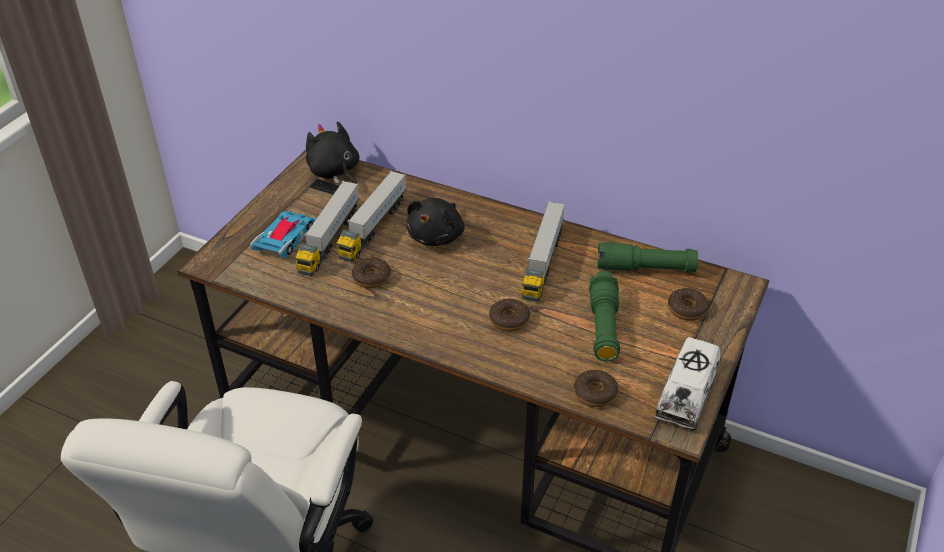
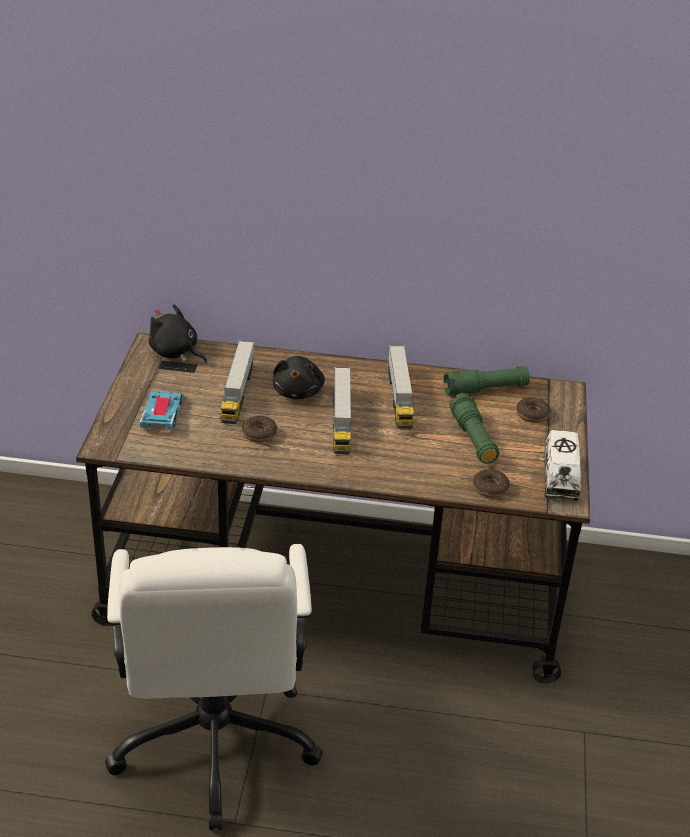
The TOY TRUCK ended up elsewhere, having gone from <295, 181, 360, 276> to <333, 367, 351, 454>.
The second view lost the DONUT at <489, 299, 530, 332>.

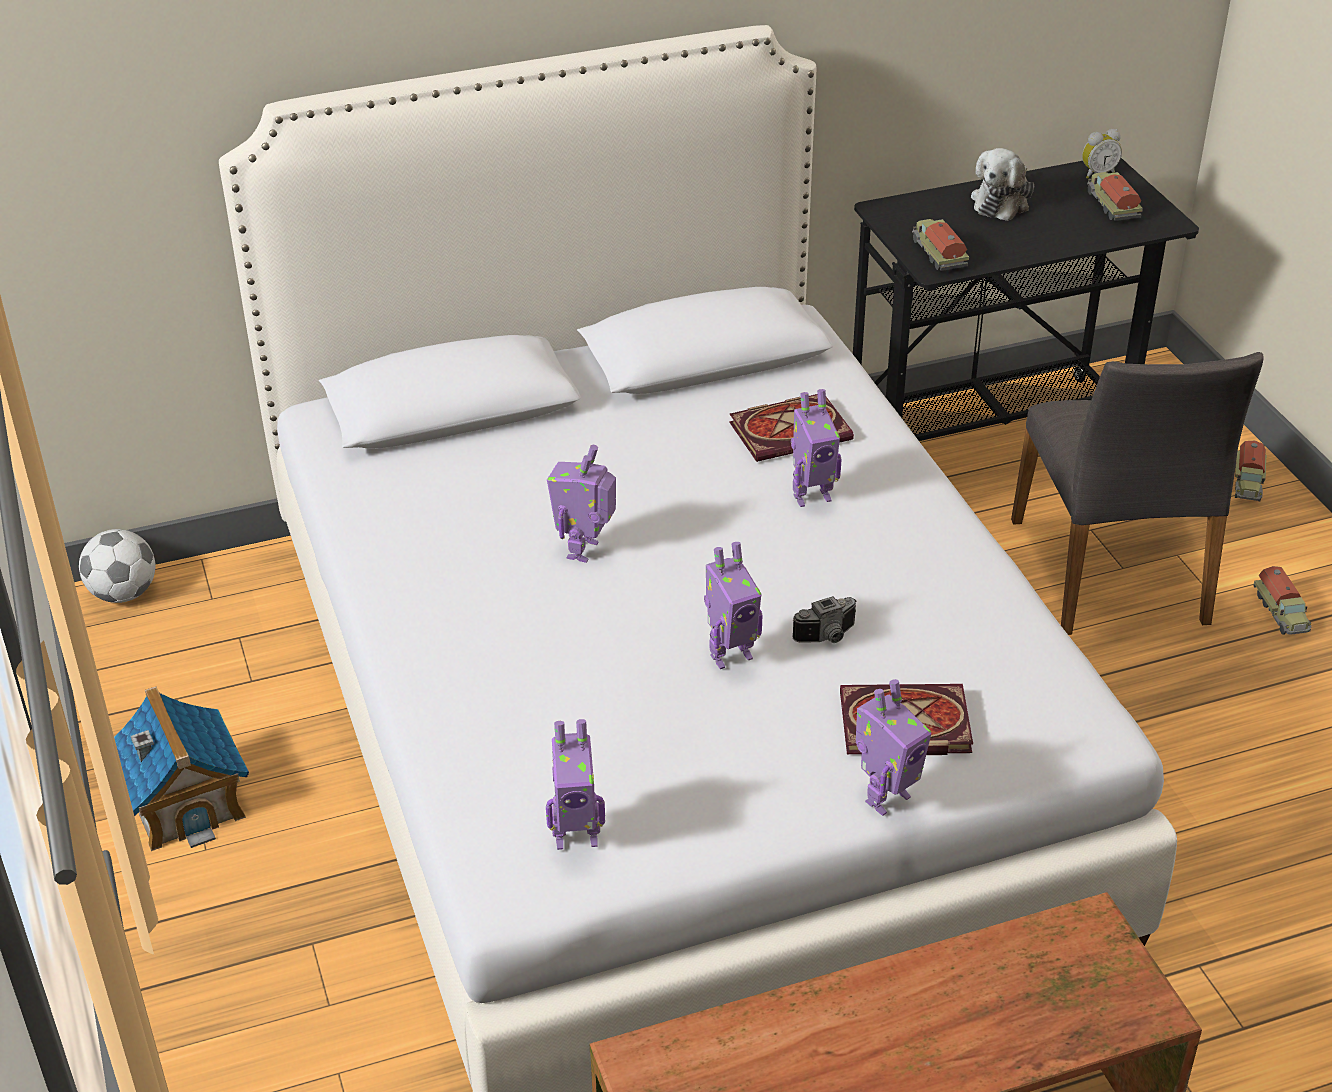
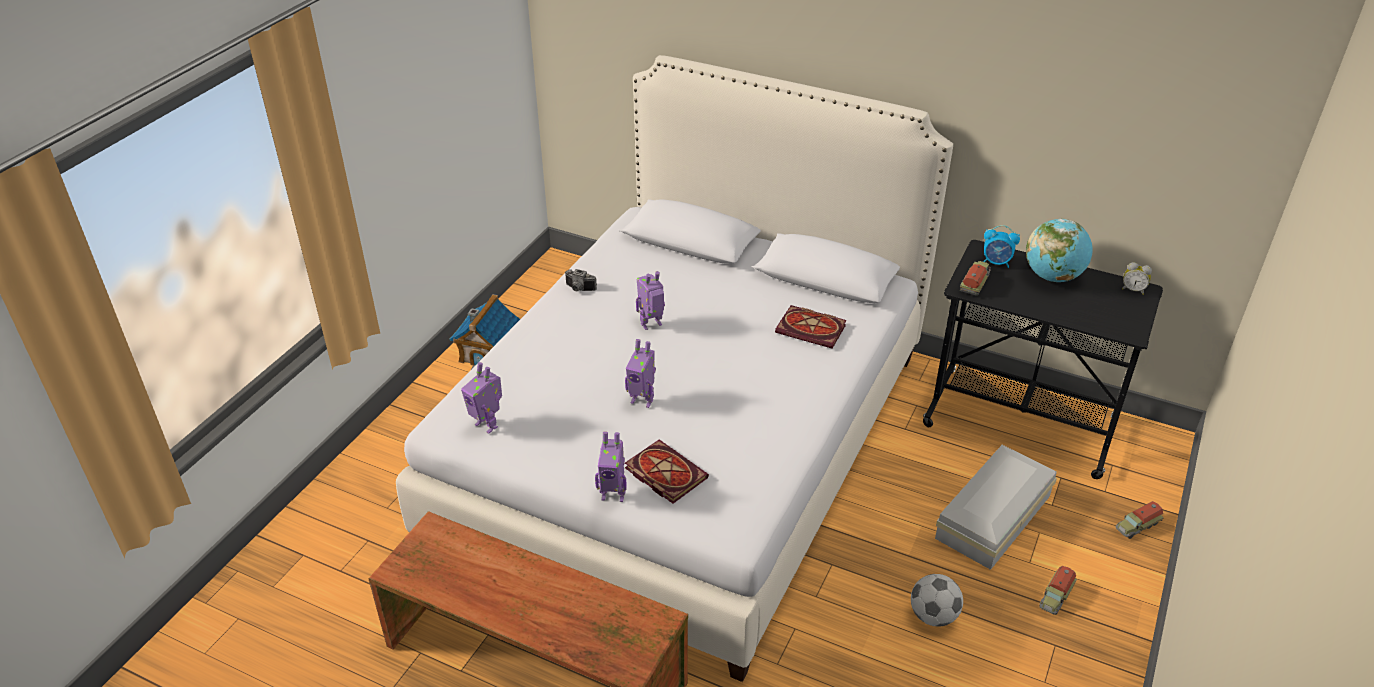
Where the PLUSH TOY stood at <971, 148, 1034, 221>, the GLOBE came to stand at <1026, 219, 1093, 282>.
The second view lost the TOY TRUCK at <1087, 172, 1143, 221>.
Where the GREY CHAIR stood at <1011, 352, 1264, 635>, the WHITE STORAGE BOX came to stand at <935, 445, 1057, 570>.
The second view lost the TOY ROBOT at <791, 389, 842, 507>.
The FOOTBALL ended up elsewhere, having gone from <79, 529, 156, 603> to <911, 574, 963, 627>.
The PHOTO CAMERA ended up elsewhere, having gone from <792, 596, 857, 643> to <565, 269, 597, 291>.
The second view gained the ALARM CLOCK at <983, 225, 1020, 268>.

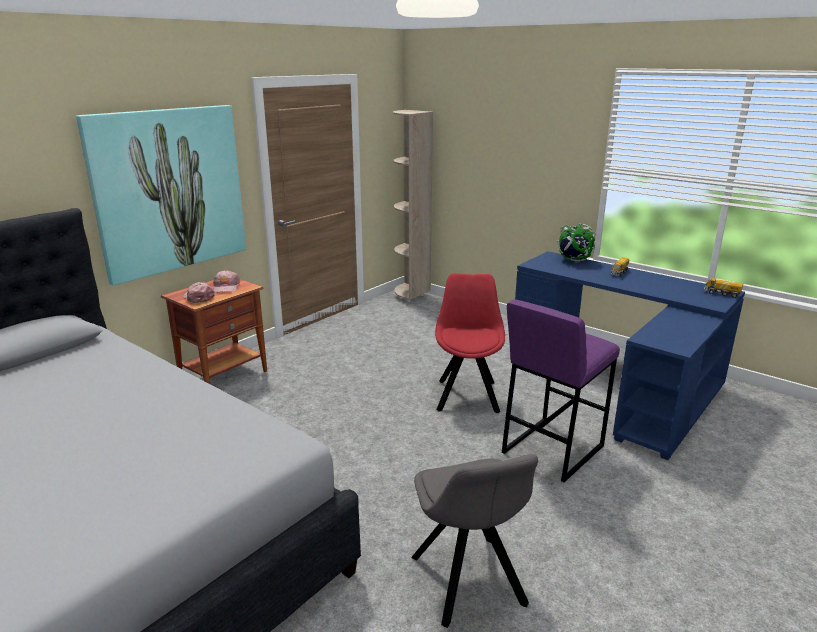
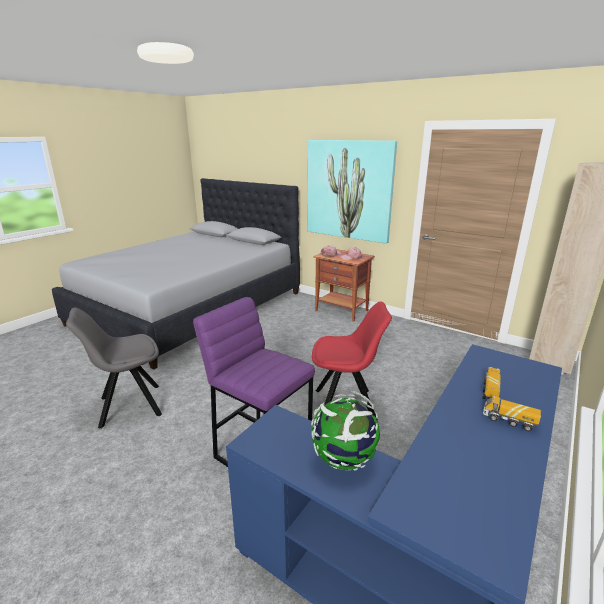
The GLOBE ended up elsewhere, having gone from <557, 224, 597, 262> to <311, 391, 380, 471>.
The TOY TRUCK ended up elsewhere, having gone from <704, 278, 743, 298> to <482, 367, 501, 399>.

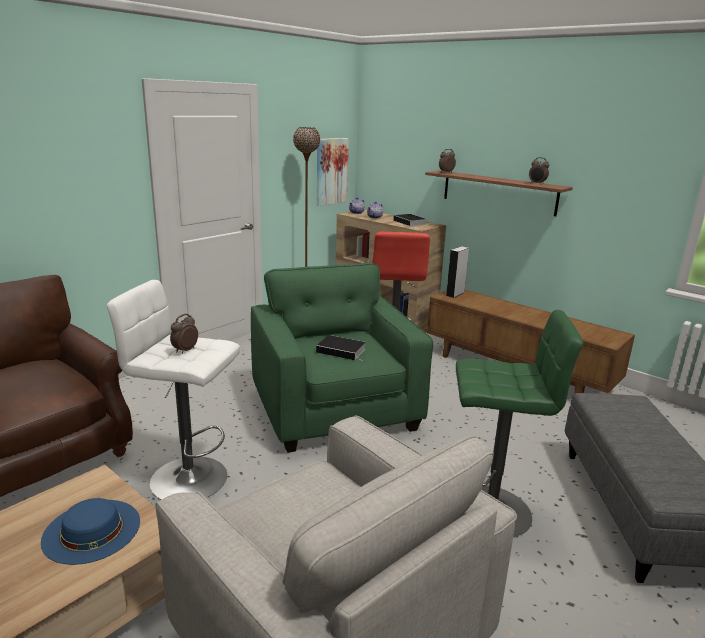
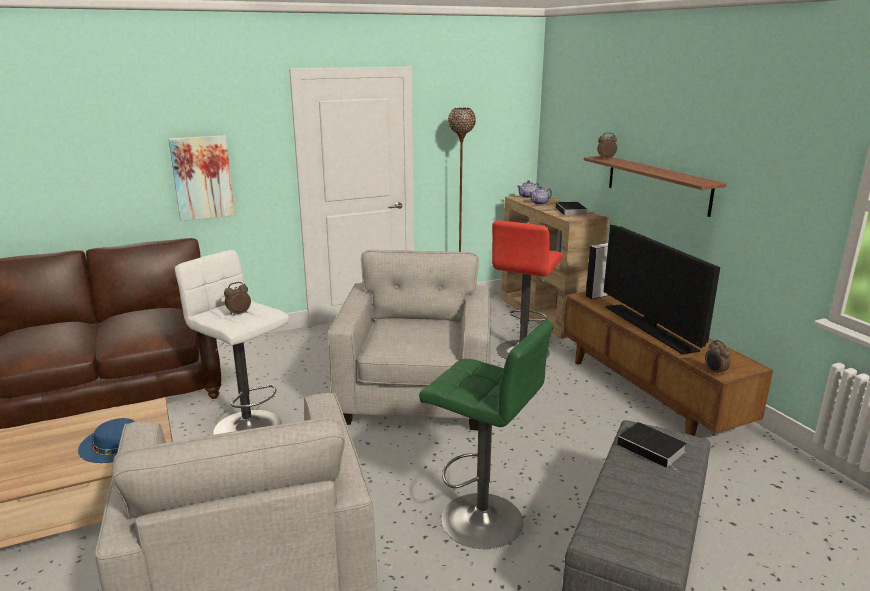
The PICTURE ended up elsewhere, having gone from <316, 138, 349, 206> to <169, 135, 235, 221>.
The ALARM CLOCK ended up elsewhere, having gone from <529, 157, 549, 185> to <705, 340, 731, 376>.
What was the GREEN ARMCHAIR at <251, 263, 433, 453> turned into the GREY ARMCHAIR at <328, 250, 491, 430>.
The BOOK ended up elsewhere, having gone from <316, 335, 366, 361> to <617, 422, 687, 471>.
The second view gained the TELEVISION at <604, 224, 720, 354>.

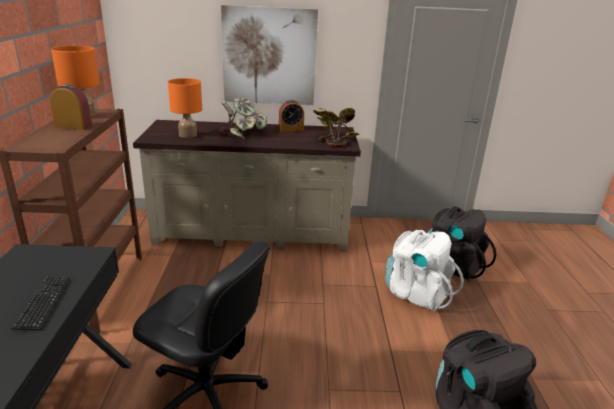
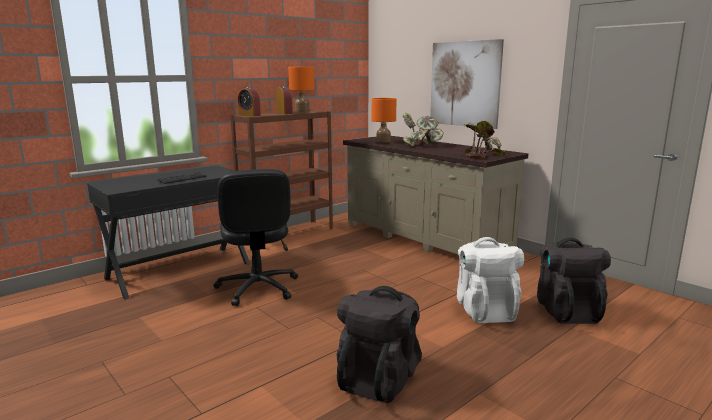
The ALARM CLOCK ended up elsewhere, having gone from <279, 100, 304, 132> to <238, 87, 261, 117>.

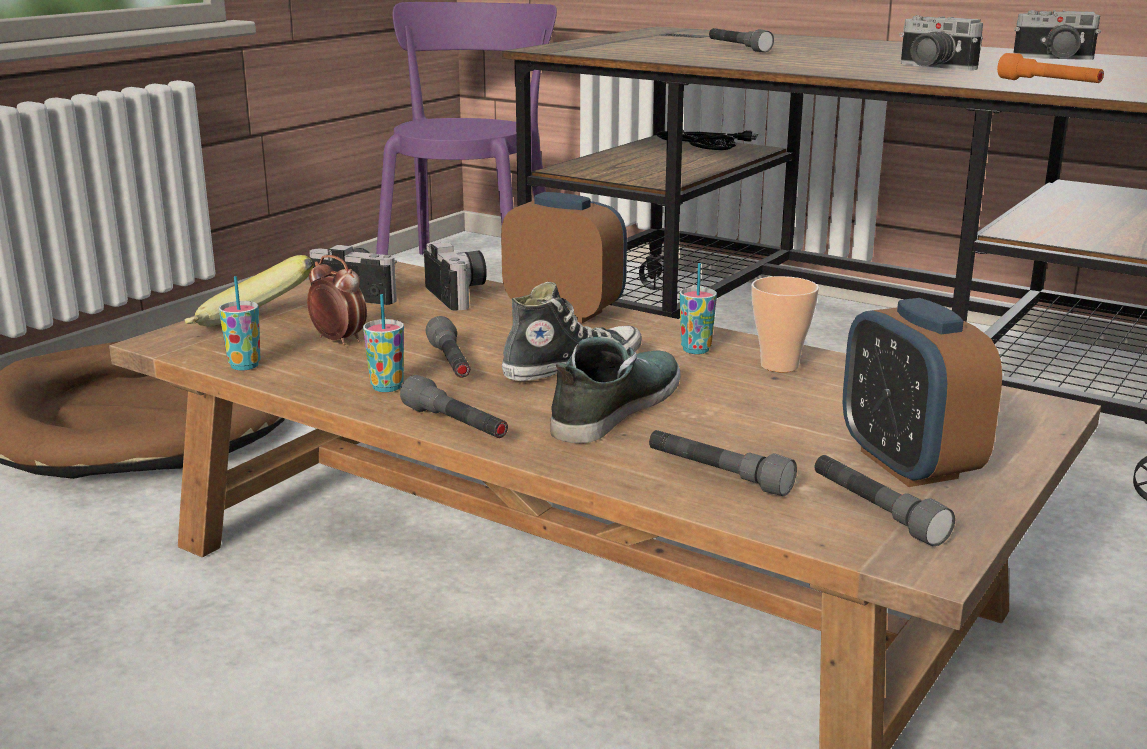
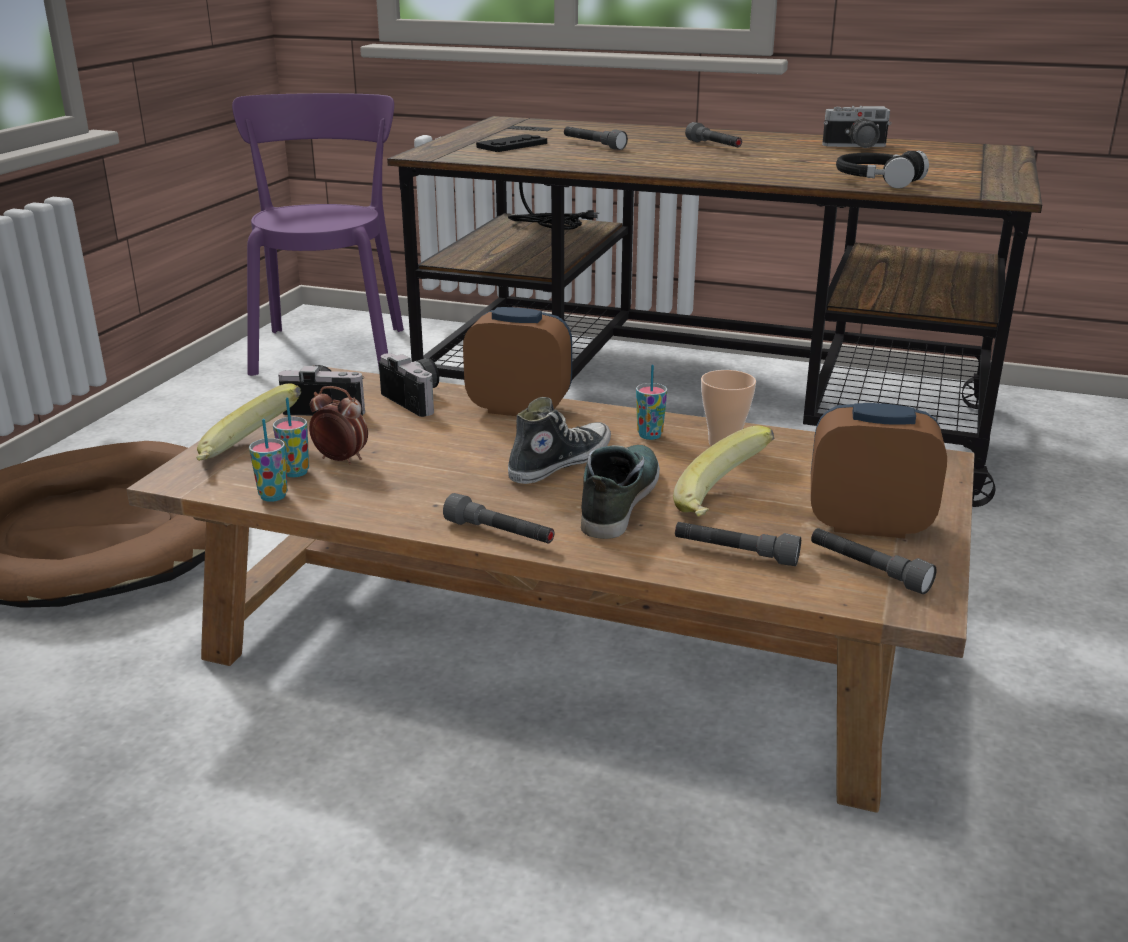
The second view lost the PHOTO CAMERA at <899, 15, 983, 70>.
Where the ORANGE FLASHLIGHT stood at <997, 53, 1104, 83>, the BLACK HEADPHONES came to stand at <836, 150, 929, 188>.
The CUP ended up elsewhere, having gone from <363, 294, 404, 392> to <273, 398, 309, 477>.
The ALARM CLOCK at <843, 298, 1002, 487> ended up facing another way, 135 degrees clockwise from before.
The GREY FLASHLIGHT ended up elsewhere, having gone from <426, 316, 470, 377> to <685, 122, 742, 147>.
The second view gained the BLACK GAME CONTROLLER at <476, 134, 547, 152>.
The second view gained the BANANA at <673, 426, 774, 517>.

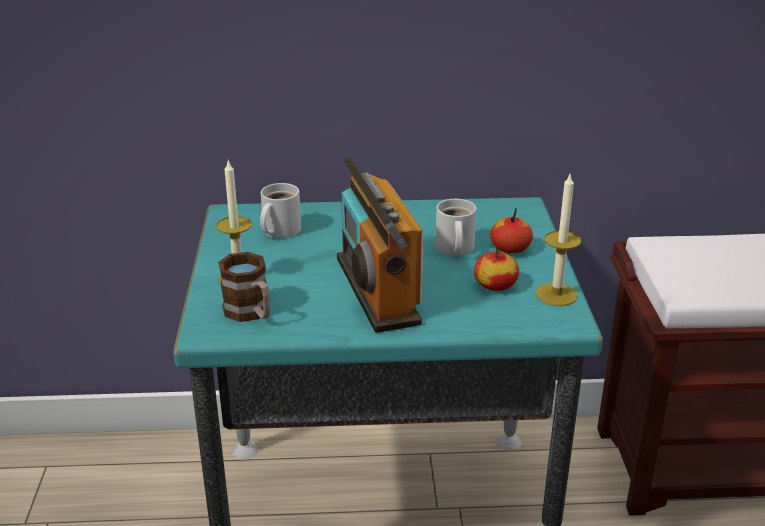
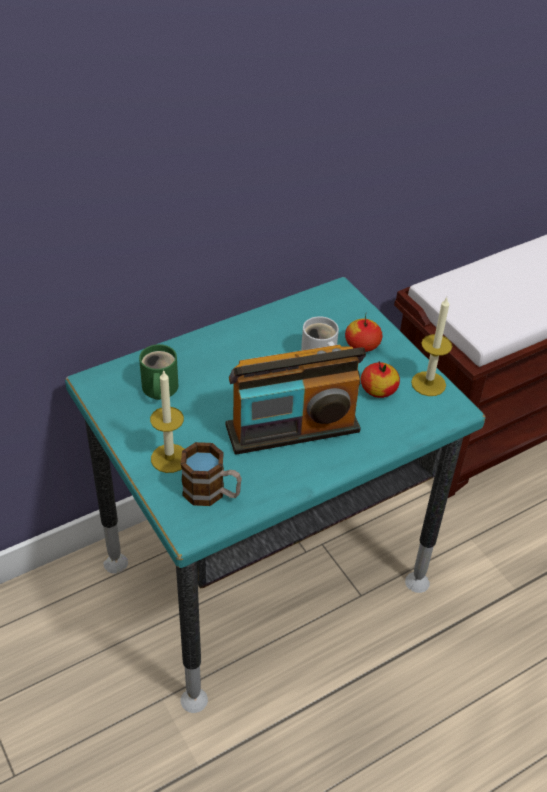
The RADIO at <337, 157, 424, 333> ended up facing another way, 60 degrees counterclockwise from before.
What was the WHITE MUG at <260, 183, 301, 238> turned into the GREEN MUG at <139, 344, 178, 400>.

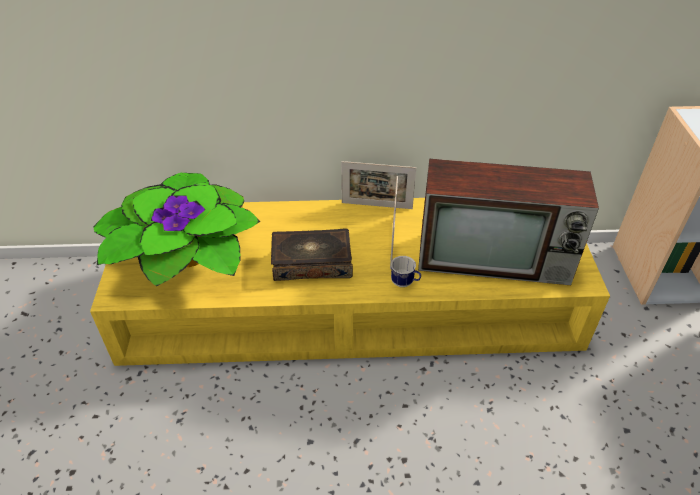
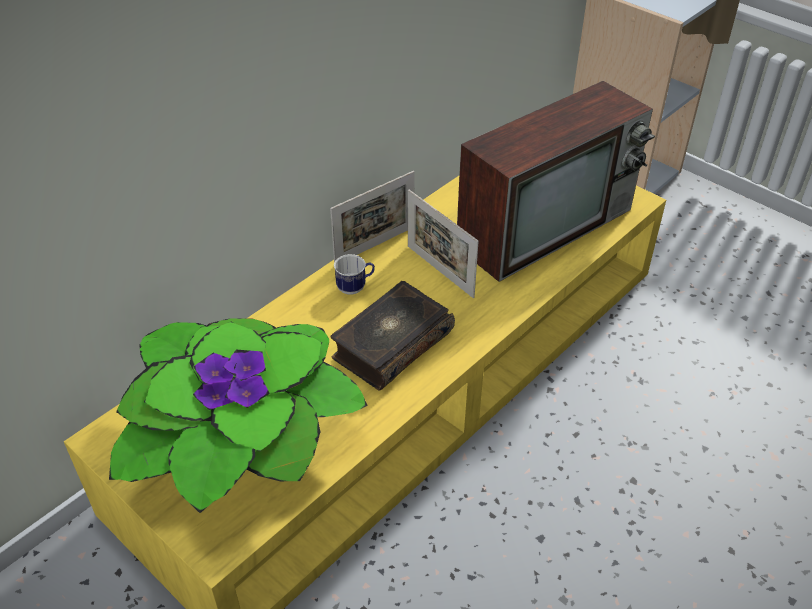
The MUG ended up elsewhere, having gone from <391, 256, 421, 287> to <334, 254, 375, 295>.

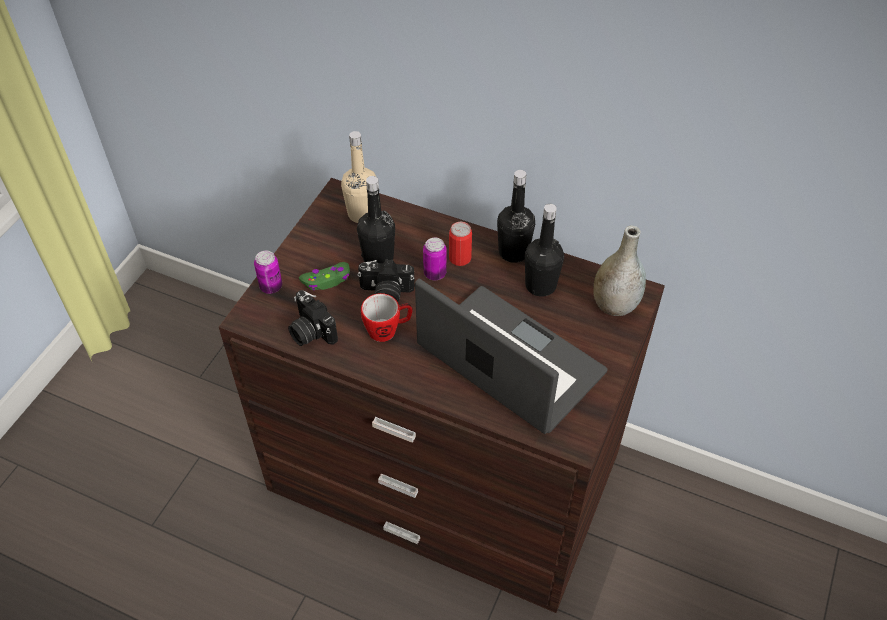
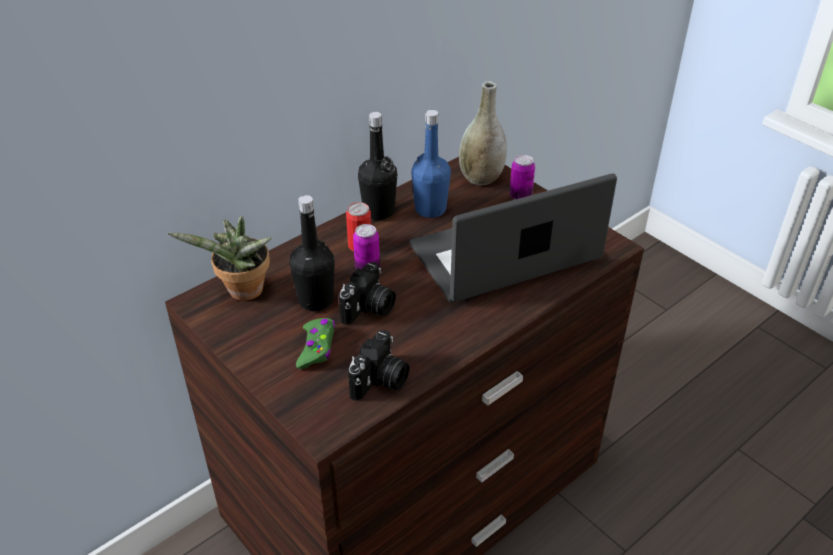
Where the BEIGE BOTTLE stood at <341, 131, 376, 223>, the POTTED PLANT came to stand at <167, 216, 272, 301>.
What was the BLACK BOTTLE at <525, 204, 564, 297> turned into the BLUE BOTTLE at <411, 110, 451, 218>.
The CAN ended up elsewhere, having gone from <254, 251, 282, 294> to <510, 155, 535, 200>.
The PHOTO CAMERA at <288, 290, 338, 346> ended up facing another way, 45 degrees counterclockwise from before.
The second view lost the MUG at <361, 293, 413, 342>.

